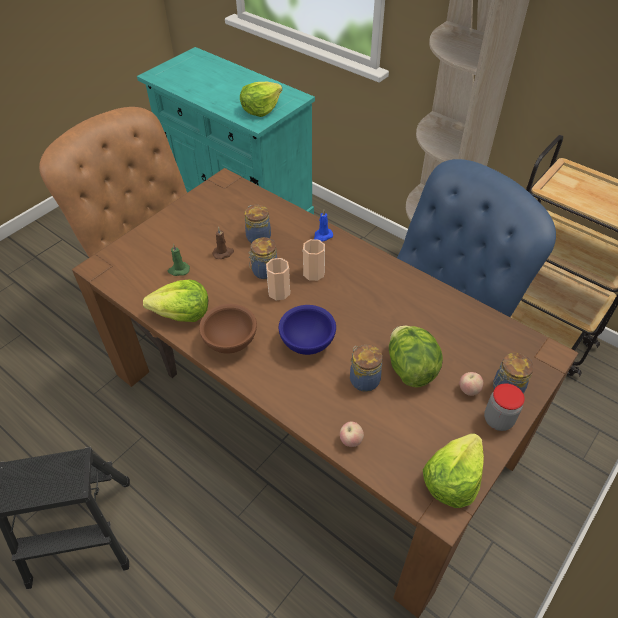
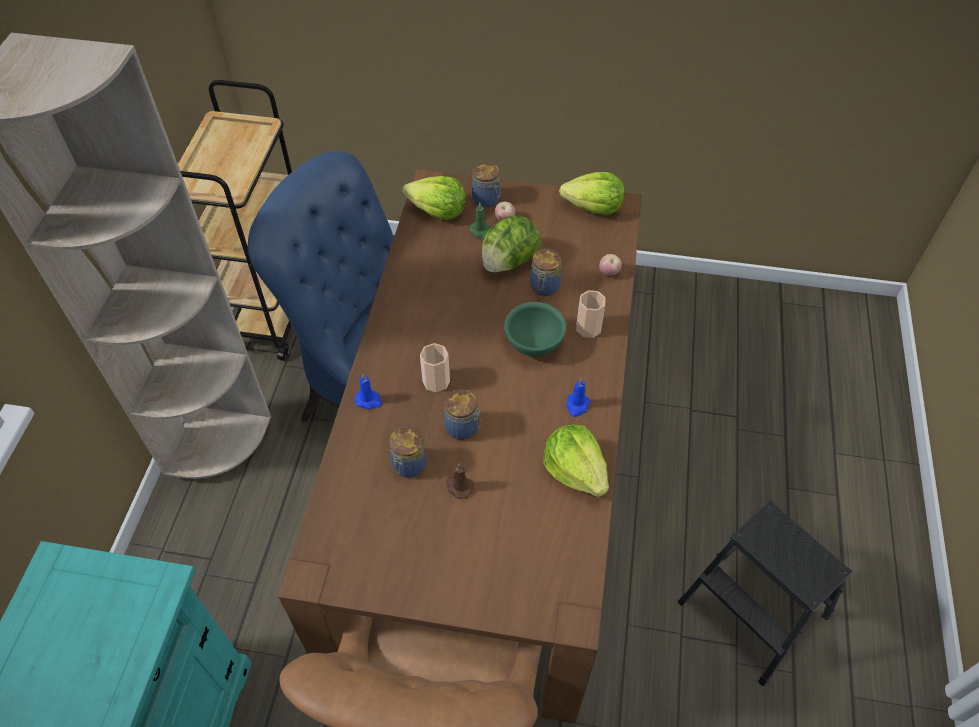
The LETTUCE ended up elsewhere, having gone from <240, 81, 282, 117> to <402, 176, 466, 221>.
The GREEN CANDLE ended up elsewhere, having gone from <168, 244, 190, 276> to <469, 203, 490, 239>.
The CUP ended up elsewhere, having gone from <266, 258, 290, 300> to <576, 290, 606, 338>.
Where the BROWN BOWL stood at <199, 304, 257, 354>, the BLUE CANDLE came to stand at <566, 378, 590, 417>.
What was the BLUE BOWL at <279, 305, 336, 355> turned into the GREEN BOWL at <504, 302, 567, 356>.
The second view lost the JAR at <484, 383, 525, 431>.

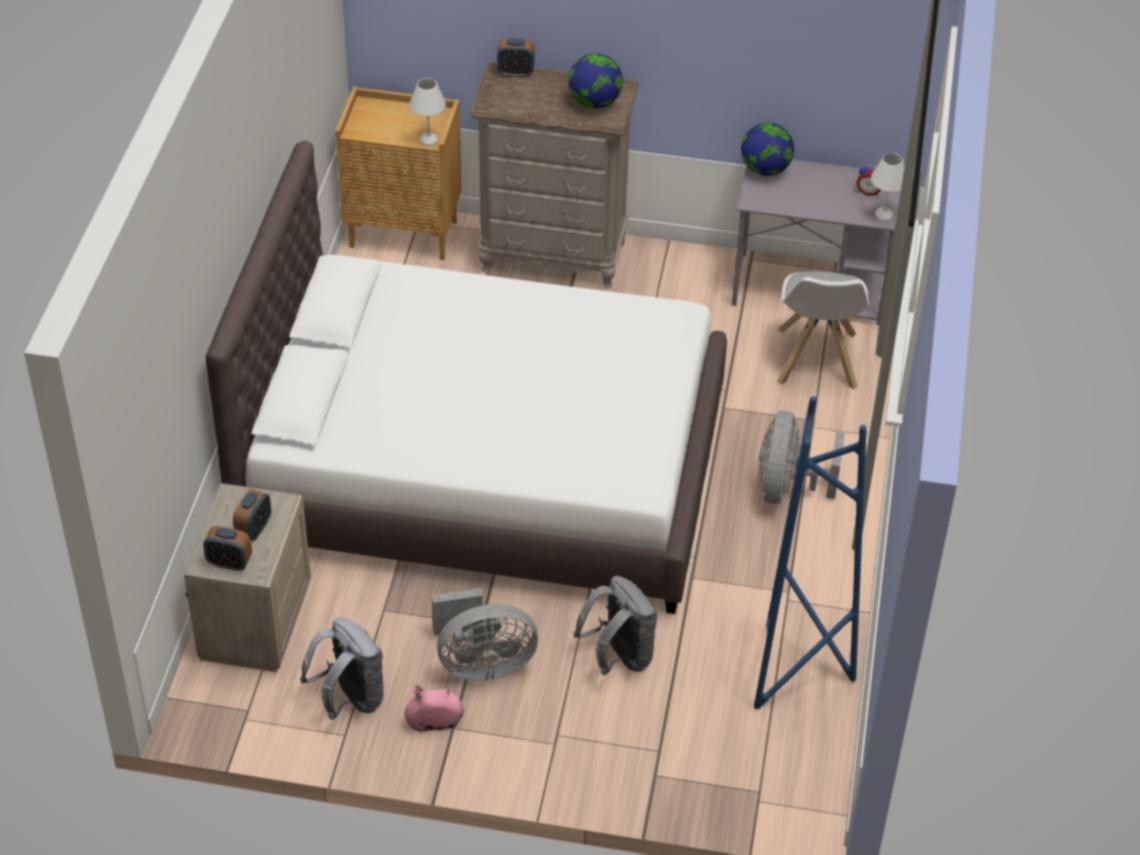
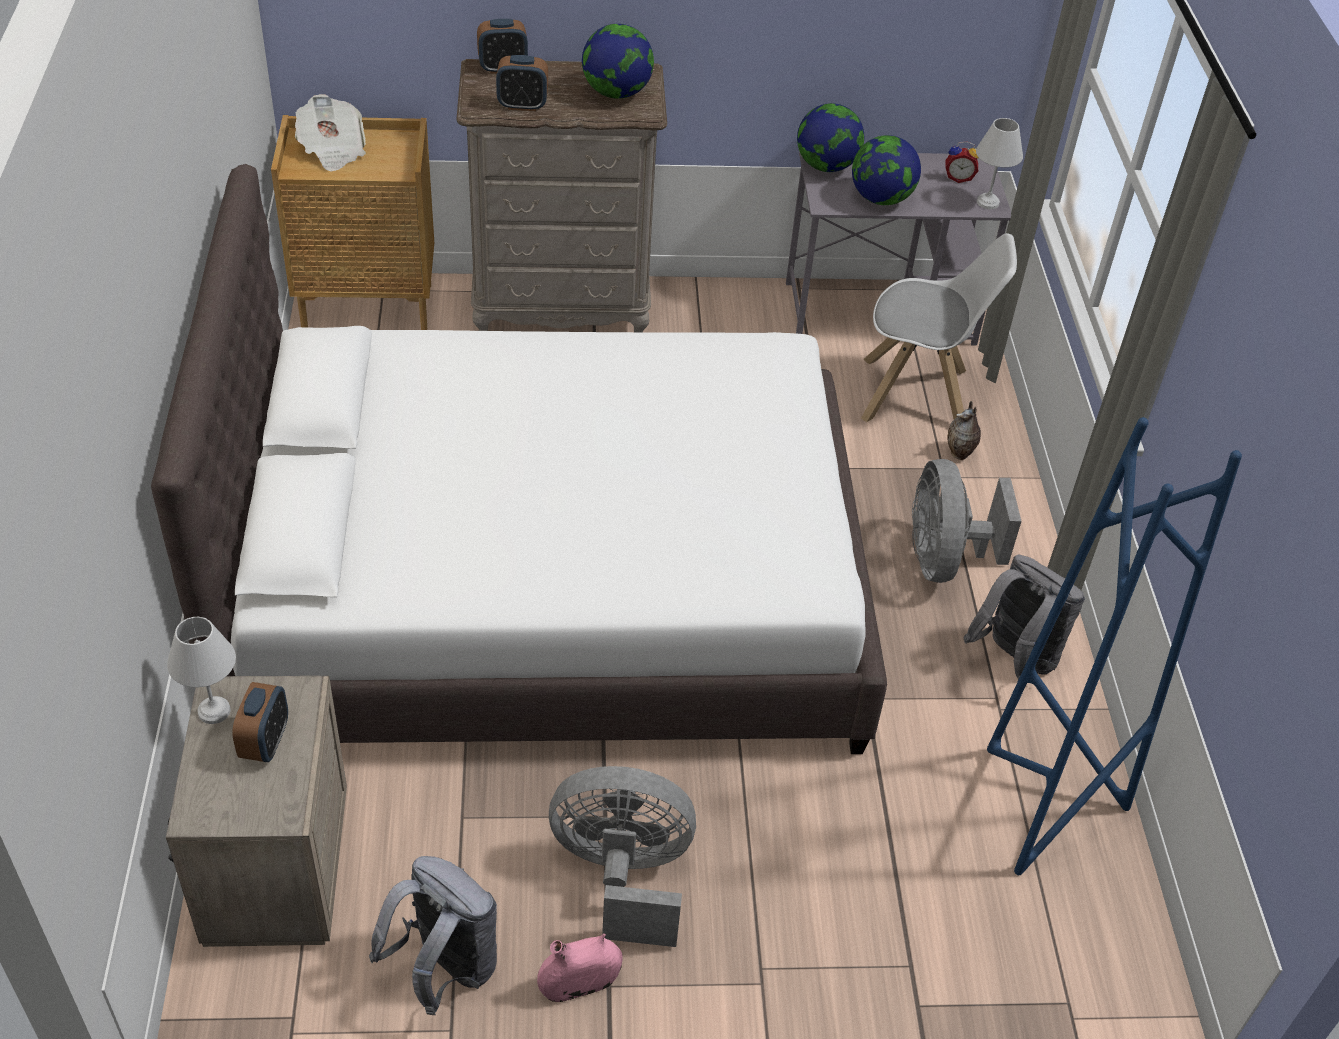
The WHITE TABLE LAMP ended up elsewhere, having gone from <409, 78, 446, 146> to <167, 617, 236, 724>.
The CHAIR at <777, 271, 869, 389> ended up facing another way, 75 degrees counterclockwise from before.
The ALARM CLOCK ended up elsewhere, having gone from <203, 526, 252, 571> to <496, 55, 548, 111>.
The GREY BACKPACK ended up elsewhere, having gone from <574, 576, 658, 675> to <964, 554, 1085, 680>.
The GREY FAN at <432, 588, 538, 681> ended up facing another way, 150 degrees counterclockwise from before.
The second view gained the NEWSPAPER at <295, 94, 366, 172>.
The second view gained the GLOBE at <852, 135, 921, 205>.
The second view gained the VASE at <947, 401, 981, 460>.

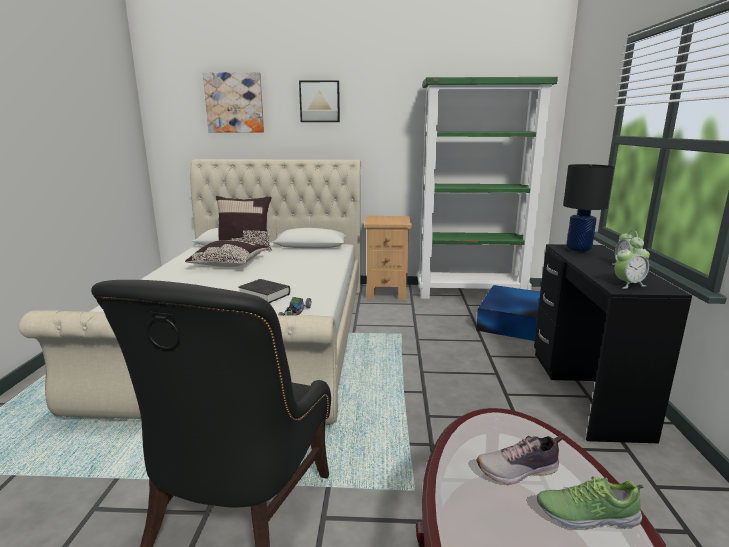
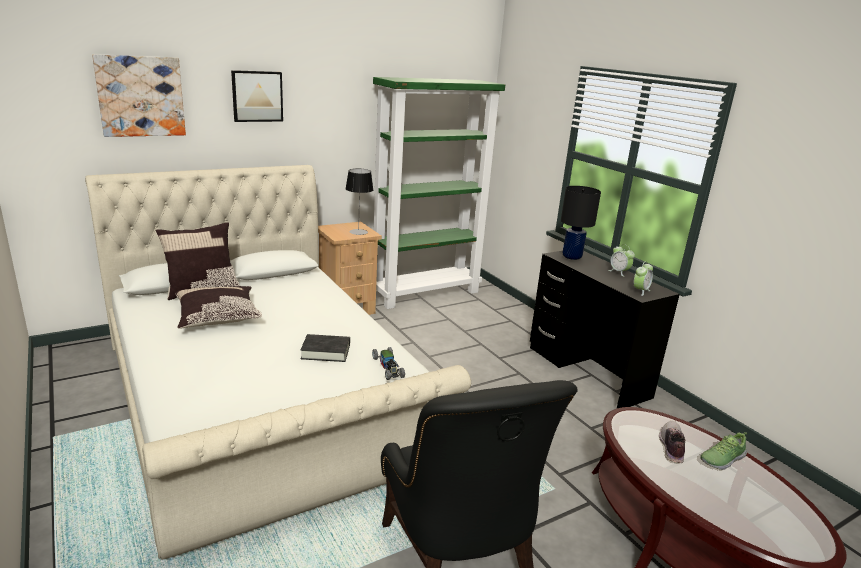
The second view lost the BLUE STORAGE BOX at <476, 285, 540, 341>.
The SHOE at <476, 436, 564, 485> ended up facing another way, 150 degrees clockwise from before.
The second view gained the TABLE LAMP at <345, 169, 373, 235>.

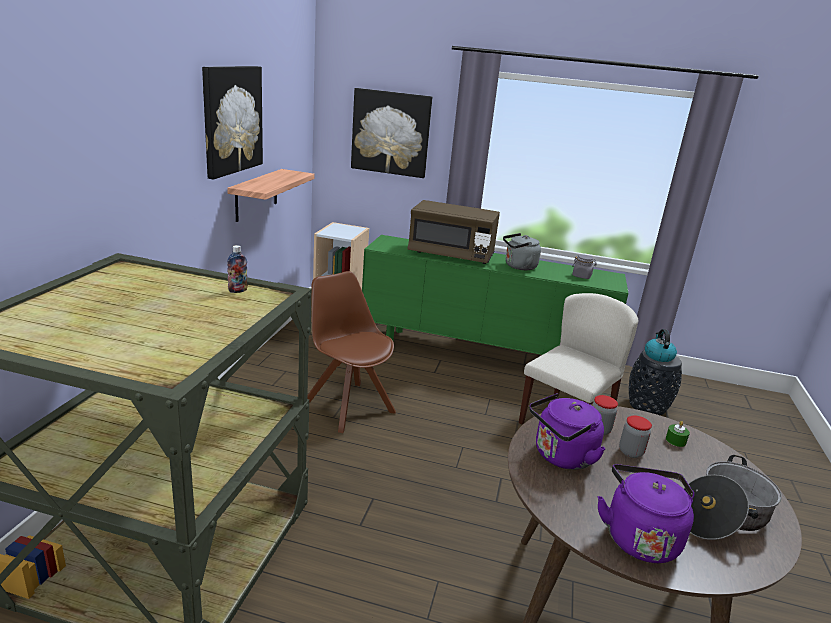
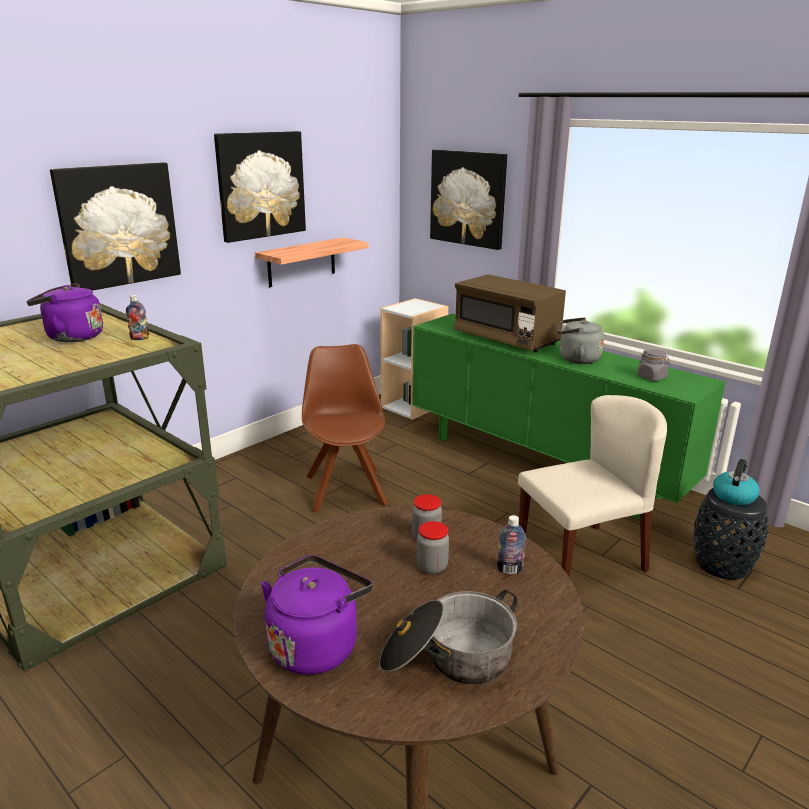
The PURPLE KETTLE ended up elsewhere, having gone from <529, 393, 605, 470> to <26, 283, 103, 342>.
Where the GREEN CANDLE stood at <666, 421, 690, 447>, the BOTTLE came to stand at <497, 515, 526, 574>.
The second view gained the PICTURE at <50, 162, 181, 291>.

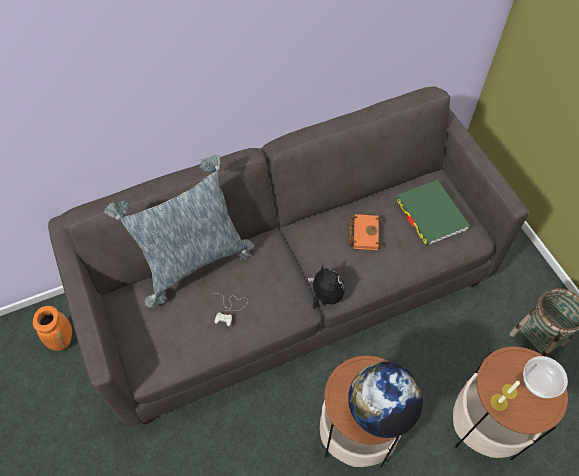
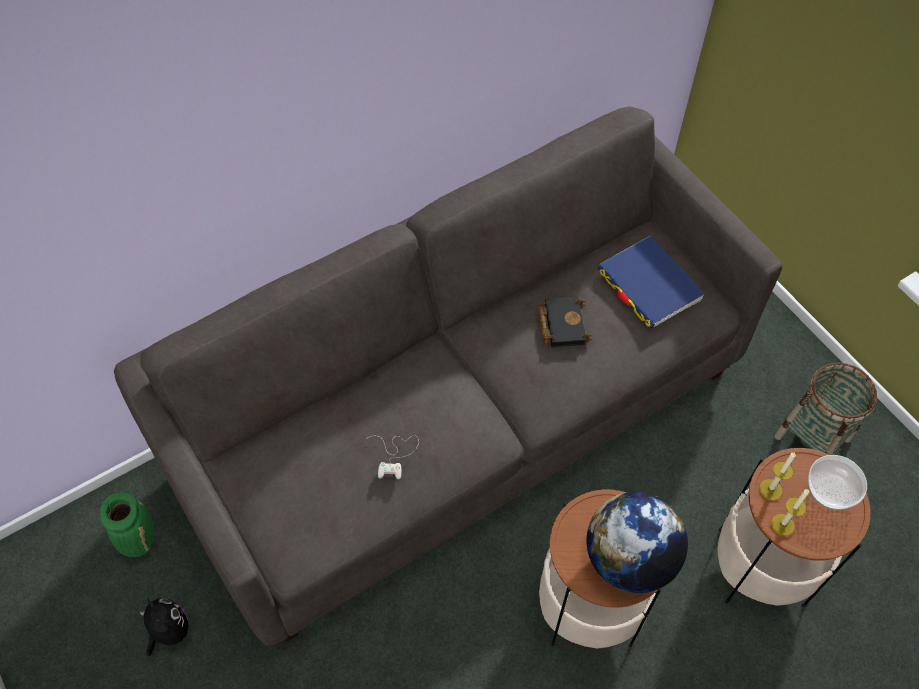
The second view lost the PILLOW at <105, 153, 254, 309>.
What was the GREEN BOOK at <396, 180, 470, 246> turned into the BLUE BOOK at <598, 236, 705, 329>.
What was the ORANGE BOOK at <348, 214, 383, 250> turned into the BLACK BOOK at <538, 297, 592, 347>.
The PLUSH TOY ended up elsewhere, having gone from <308, 265, 345, 309> to <139, 597, 189, 656>.
What was the ORANGE VASE at <33, 306, 72, 351> turned into the GREEN VASE at <100, 492, 154, 557>.
The second view gained the CANDLE at <759, 452, 796, 501>.

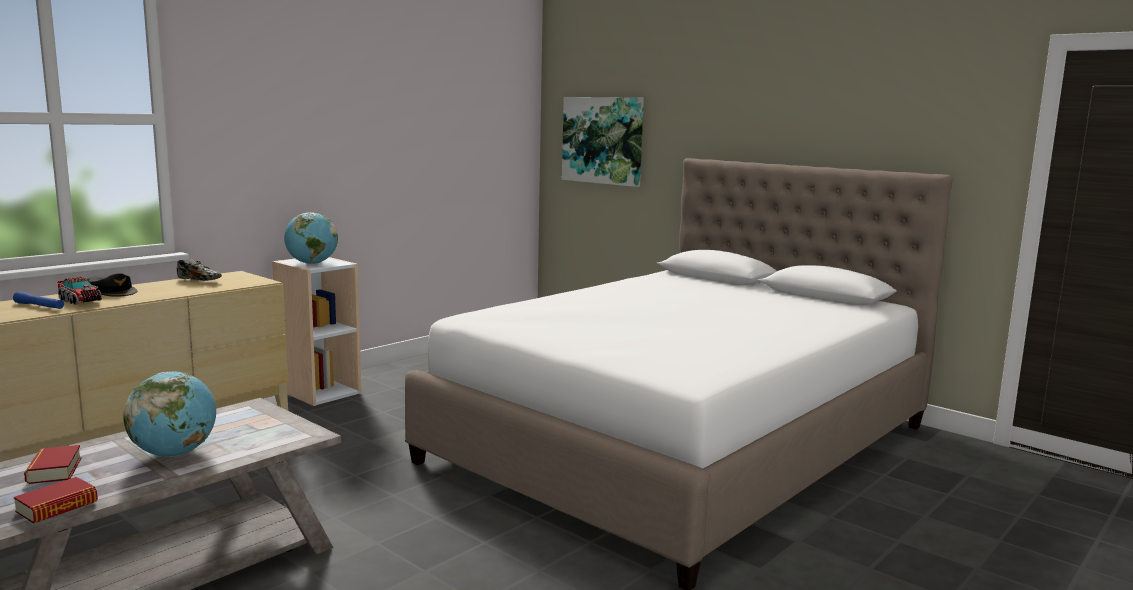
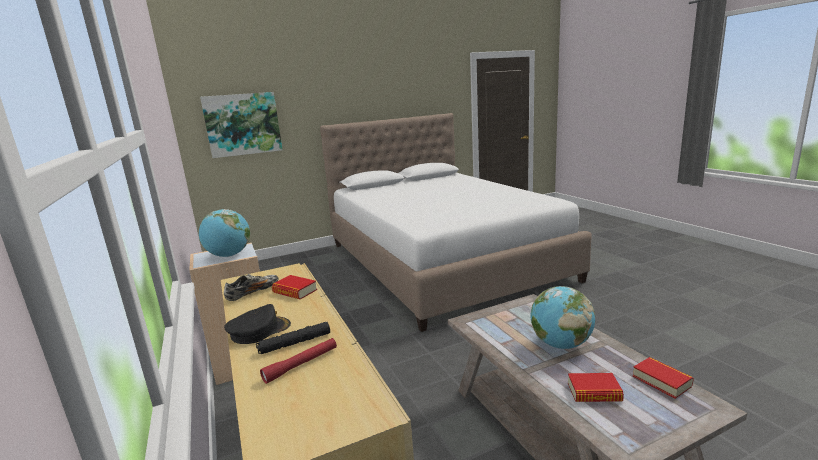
Where the TOY TRUCK stood at <57, 277, 102, 305>, the BLACK FLASHLIGHT came to stand at <256, 322, 330, 354>.
What was the BLUE FLASHLIGHT at <13, 291, 64, 309> turned into the RED FLASHLIGHT at <260, 338, 337, 384>.
The second view gained the BOOK at <272, 275, 317, 299>.

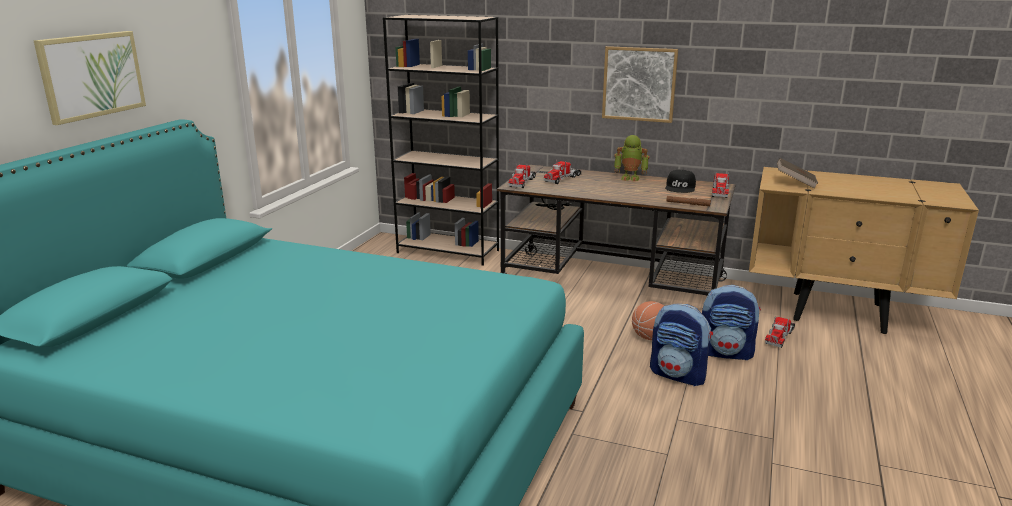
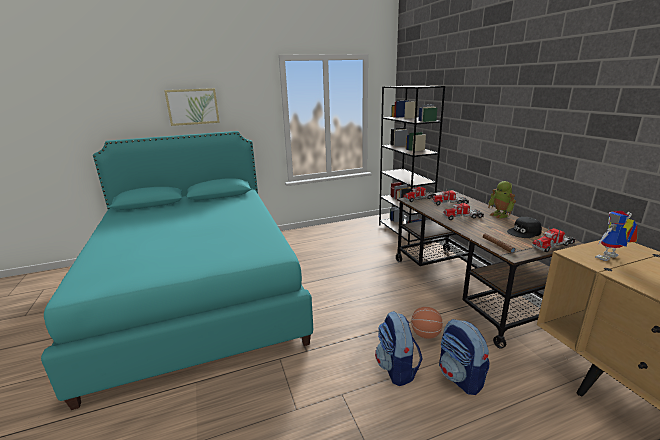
The second view lost the PICTURE at <602, 46, 678, 123>.
Where the BROWN BOOK stood at <777, 158, 818, 188>, the TOY ROBOT came to stand at <595, 211, 638, 261>.
The TOY TRUCK ended up elsewhere, having gone from <765, 317, 795, 348> to <443, 203, 484, 220>.

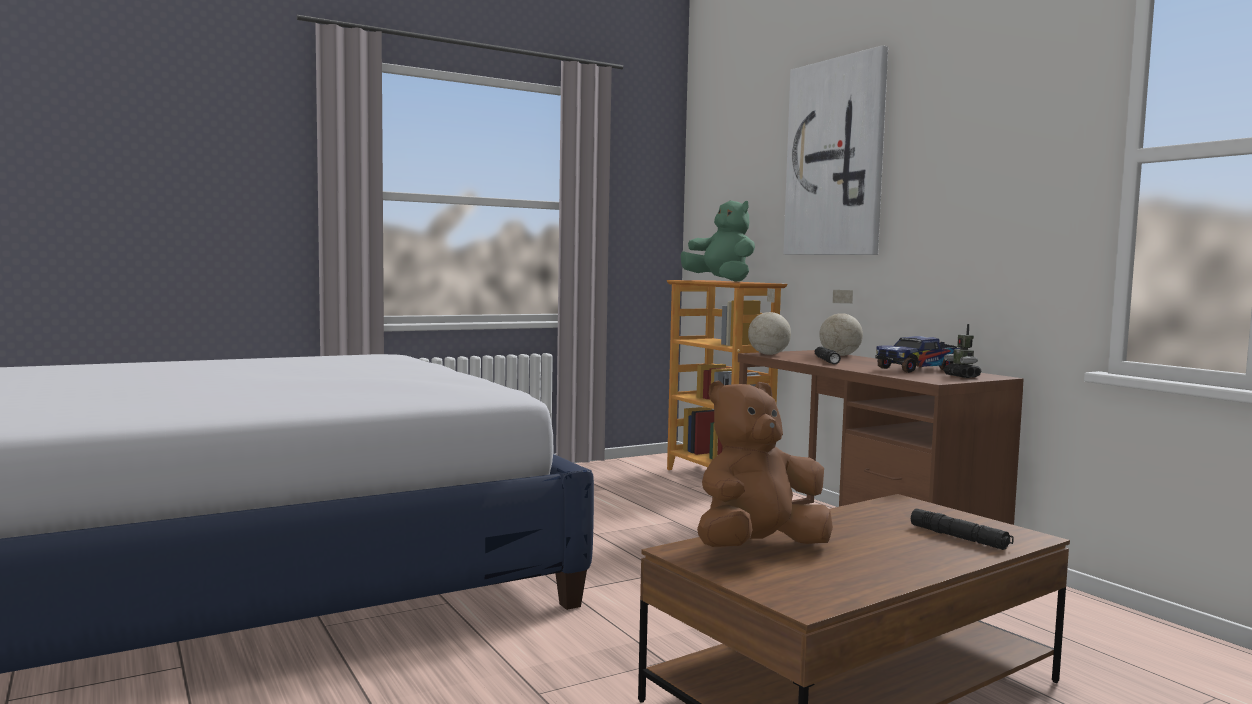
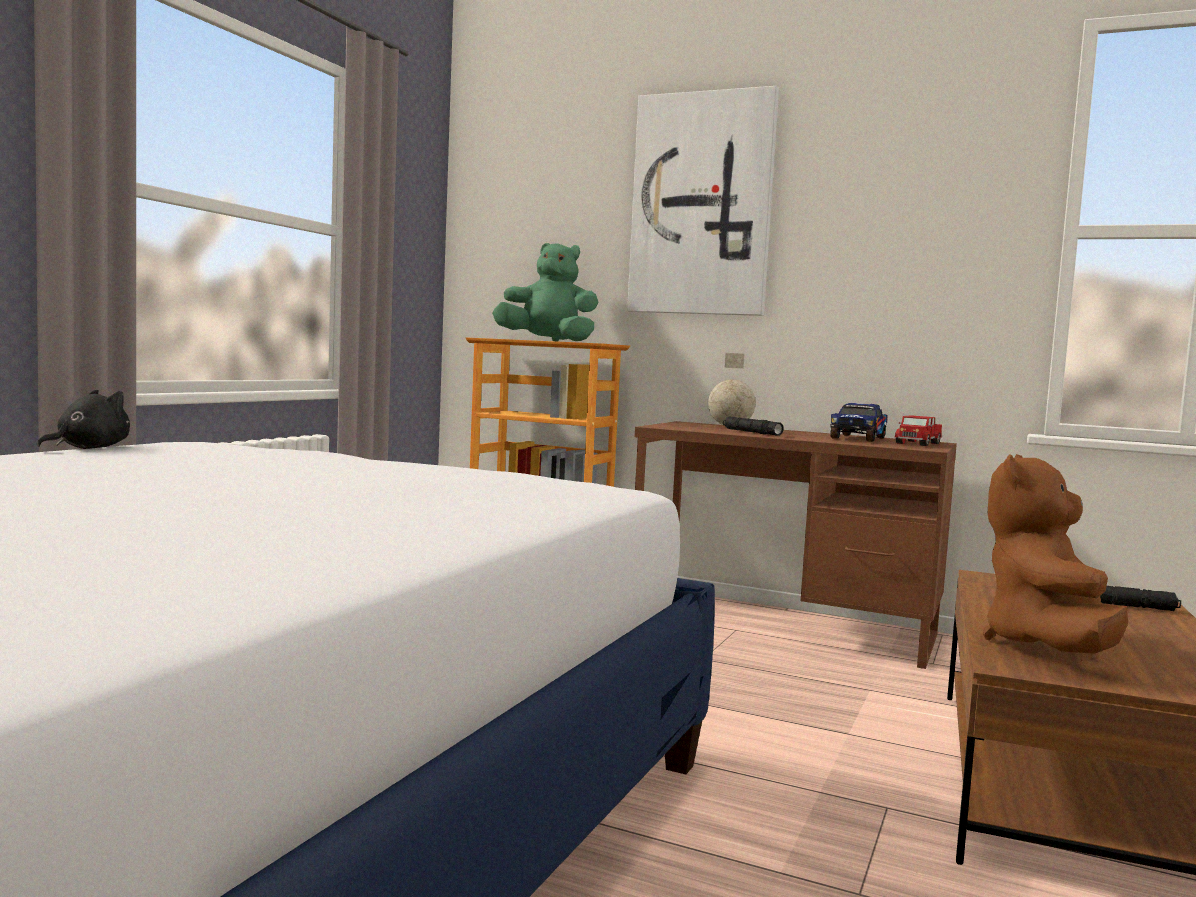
The second view lost the GLOBE at <748, 288, 791, 355>.
Where the TOY ROBOT stood at <944, 324, 981, 378>, the TOY TRUCK came to stand at <895, 415, 942, 446>.
The second view gained the BLACK PLUSH TOY at <37, 390, 130, 449>.

